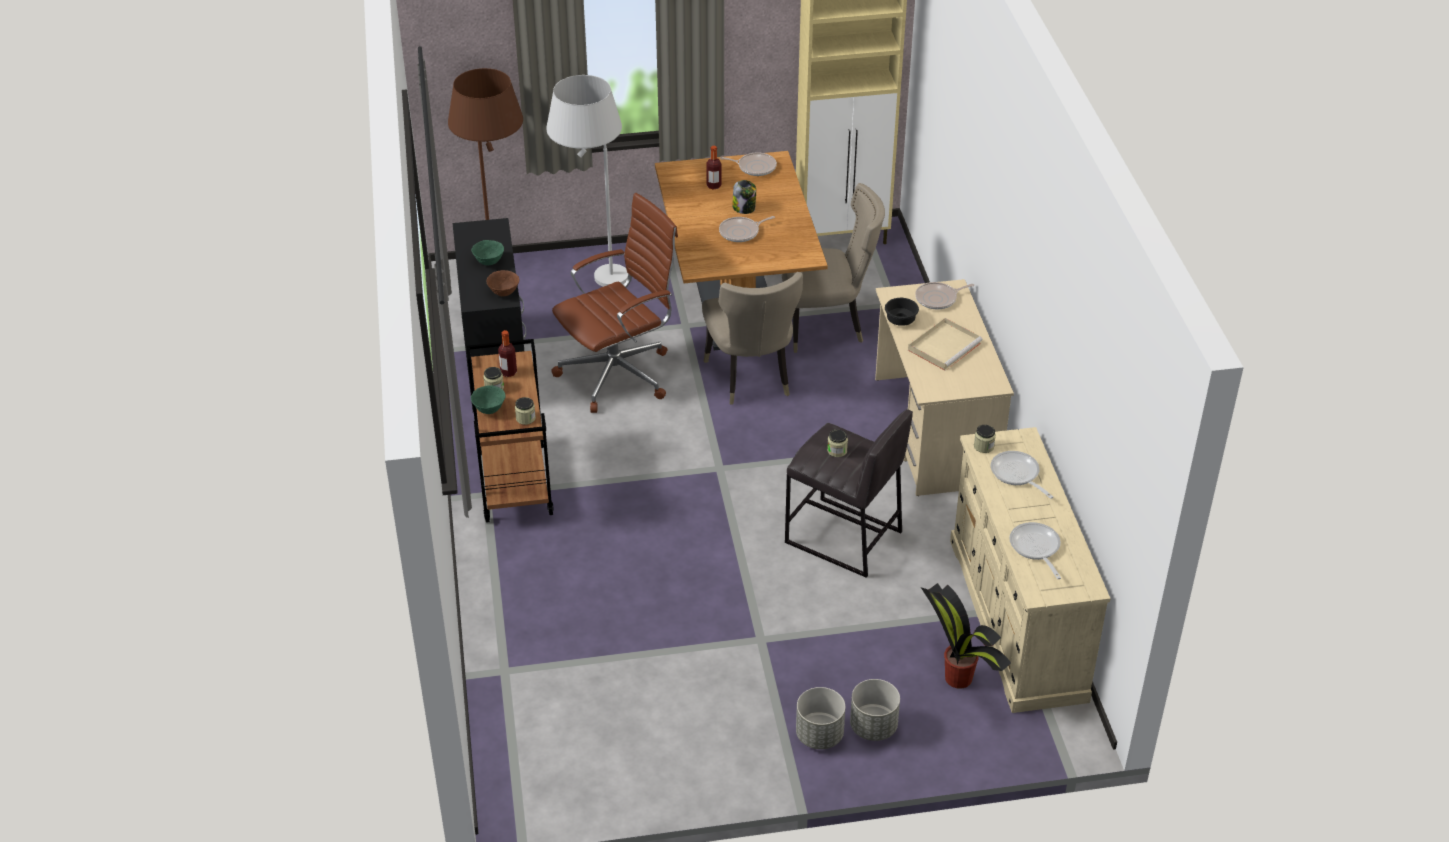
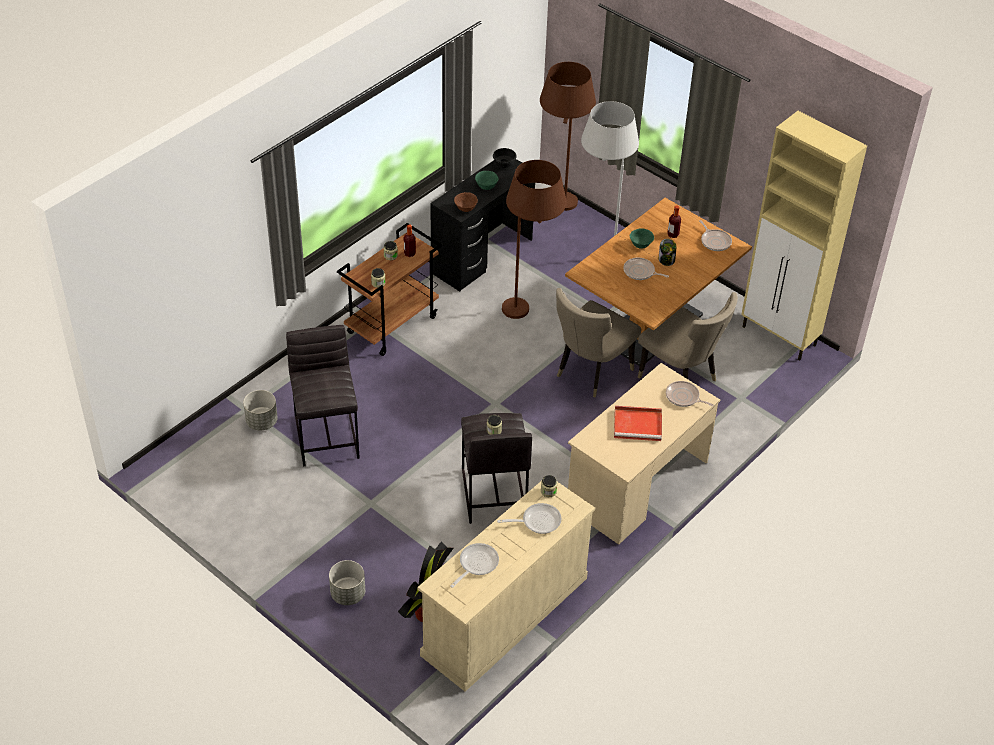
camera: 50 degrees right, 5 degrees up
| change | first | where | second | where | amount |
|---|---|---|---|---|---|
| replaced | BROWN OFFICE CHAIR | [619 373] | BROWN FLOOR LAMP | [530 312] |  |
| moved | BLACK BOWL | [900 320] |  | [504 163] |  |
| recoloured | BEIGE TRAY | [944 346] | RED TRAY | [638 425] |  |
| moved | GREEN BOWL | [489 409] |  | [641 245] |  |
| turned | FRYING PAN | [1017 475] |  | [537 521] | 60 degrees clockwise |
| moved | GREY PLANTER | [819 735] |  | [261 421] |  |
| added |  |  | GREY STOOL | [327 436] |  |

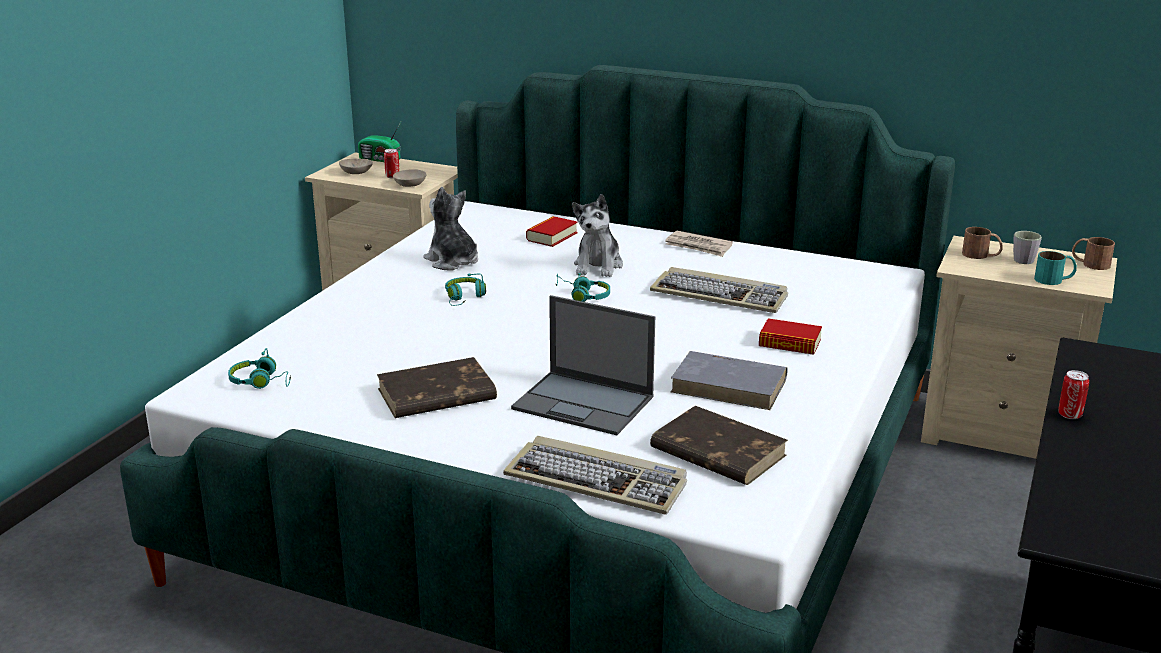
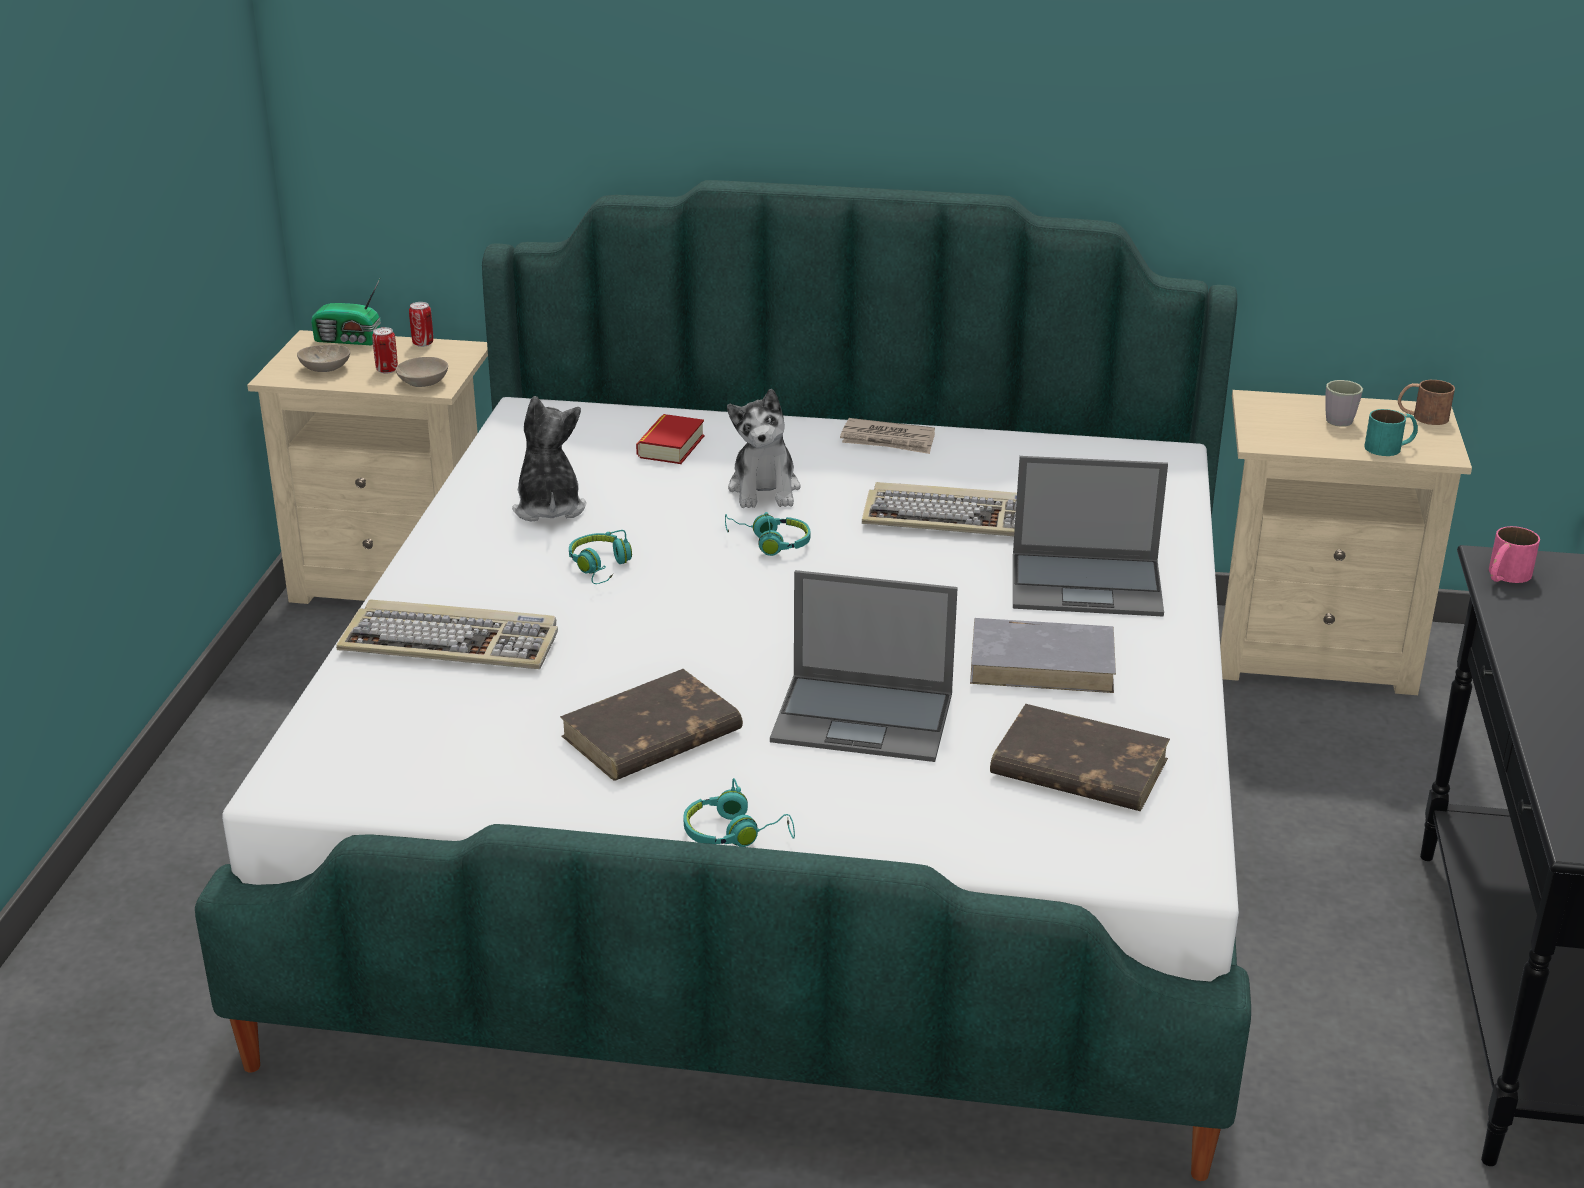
camera: 15 degrees left, 5 degrees up
| change | first | where | second | where | amount |
|---|---|---|---|---|---|
| turned | PLUSH TOY | [452 262] |  | [548 507] | 45 degrees clockwise |
| removed | BROWN MUG | [981 255] |  |  |  |
| replaced | BOOK | [789 343] | LAPTOP | [1088 584] |  |
| moved | TURQUOISE HEADPHONES | [261 382] |  | [736 833] |  |
| moved | CAN | [1069 415] |  | [423 343] |  |
| moved | KEYBOARD | [598 480] |  | [452 642] |  |
| added |  |  | PINK MUG | [1505 576] |  |

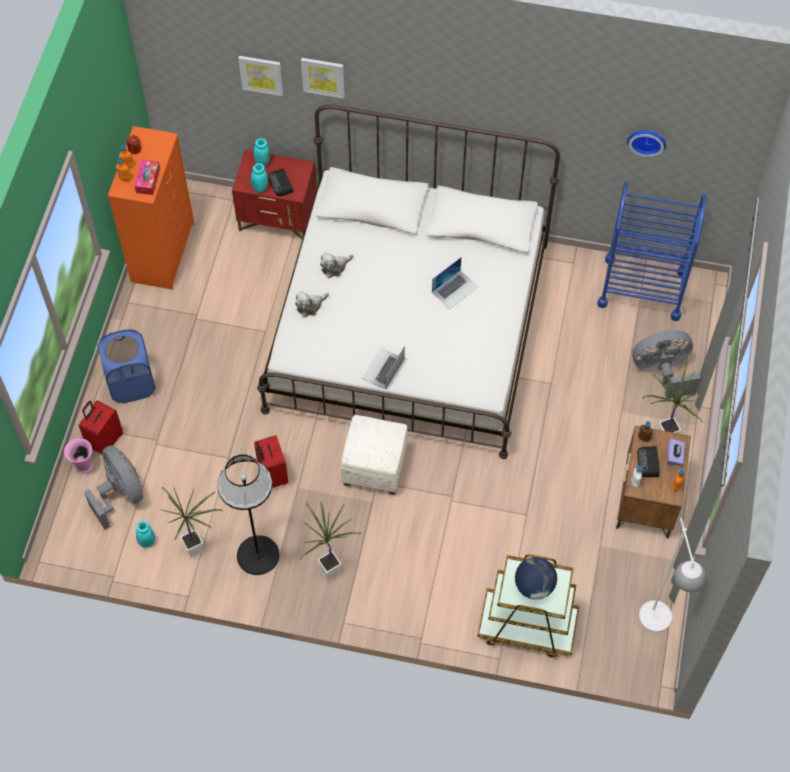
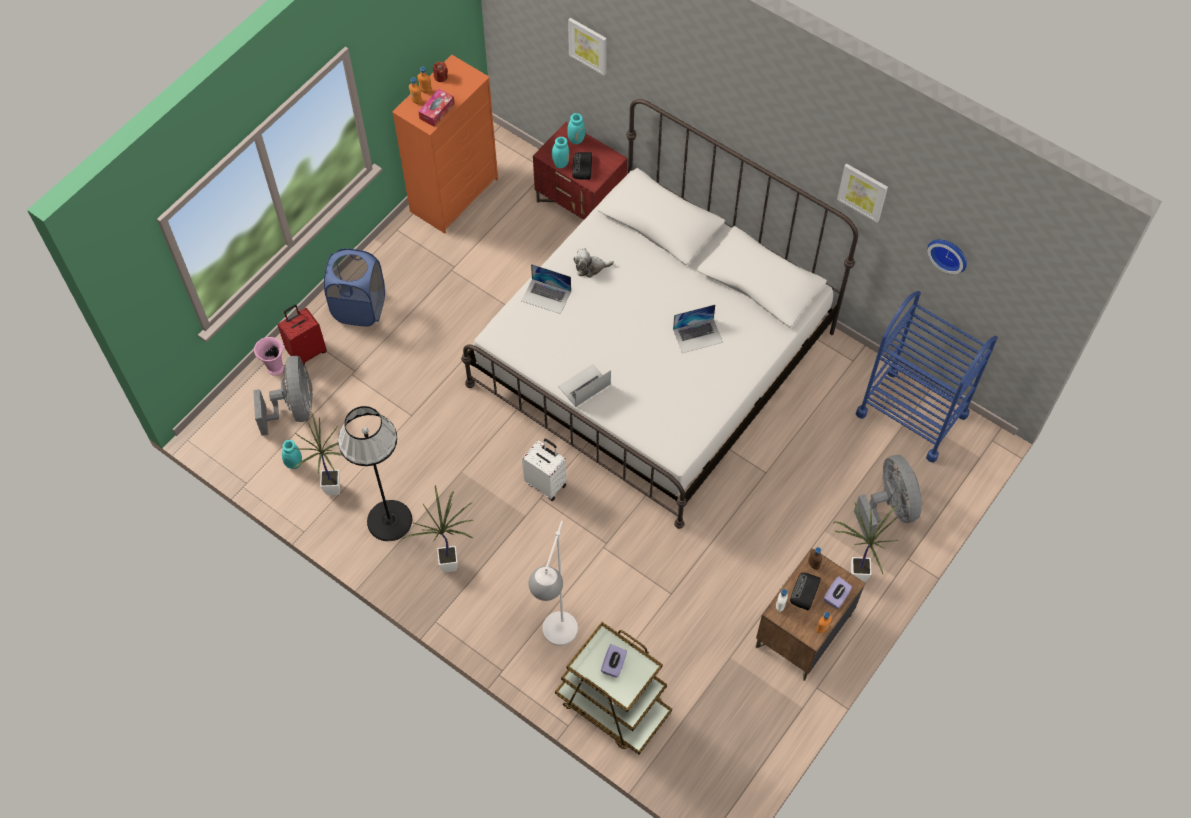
camera: 25 degrees right, 0 degrees up
| change | first | where | second | where | amount |
|---|---|---|---|---|---|
| moved | PICTURE | [323 77] |  | [863 192] |  |
| replaced | PLUSH TOY | [310 306] | LAPTOP | [546 296] |  |
| turned | GREY FAN | [662 372] |  | [888 508] | 60 degrees clockwise |
| replaced | WHITE OTTOMAN | [375 467] | WHITE SUITCASE | [546 483] |  |
| removed | RED SUITCASE | [272 475] |  |  |  |
| moved | WHITE FLOOR LAMP | [658 628] |  | [556 641] |  |
| replaced | GLOBE | [534 586] | PURPLE TISSUE BOX | [614 665] |  |

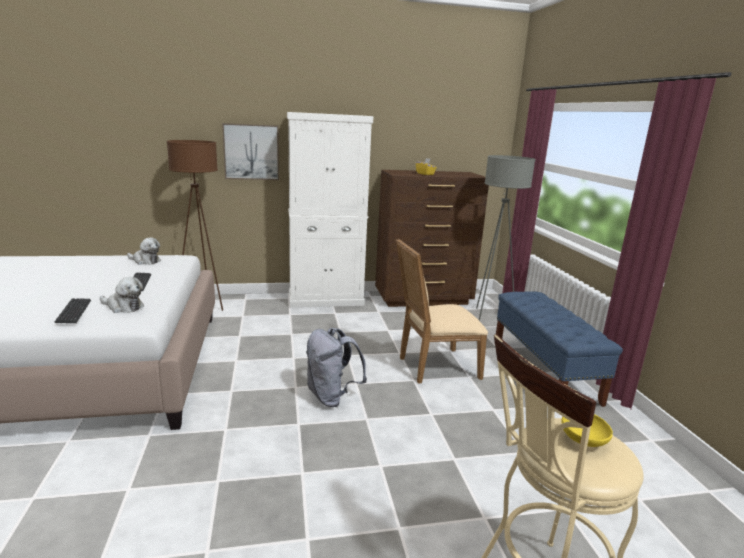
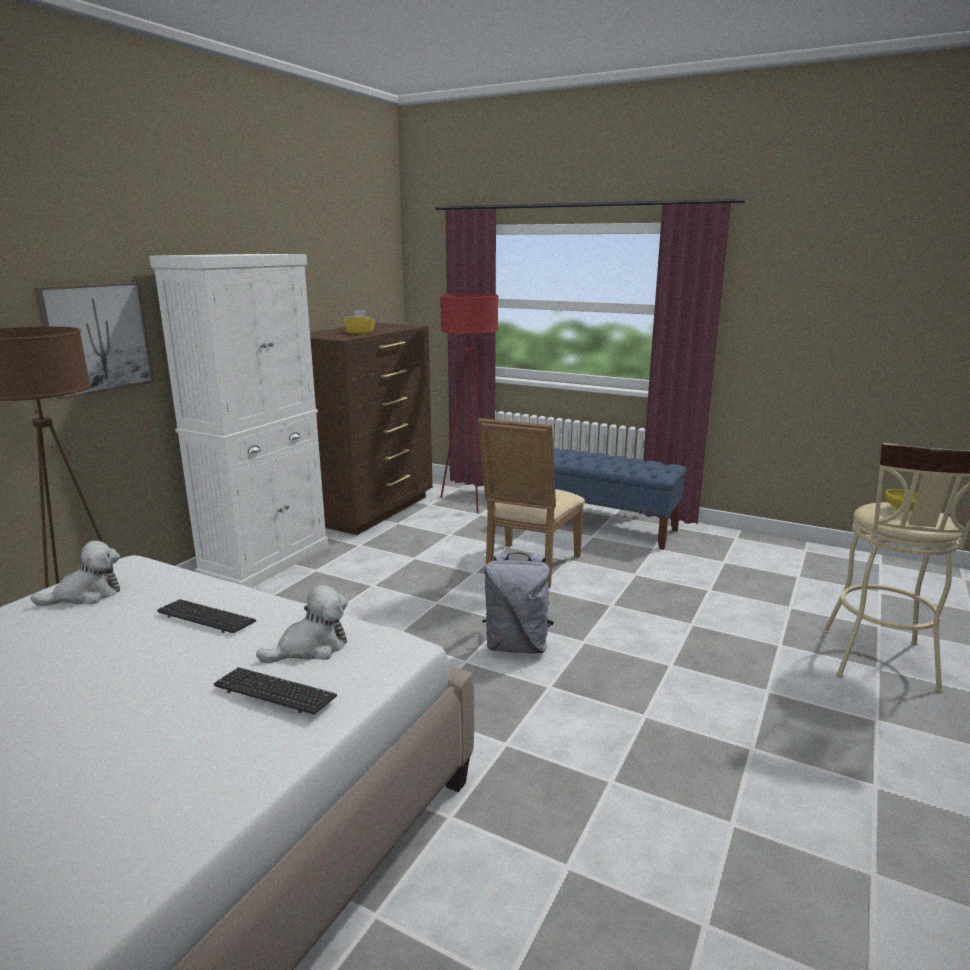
camera: 50 degrees left, 0 degrees up
| change | first | where | second | where | amount |
|---|---|---|---|---|---|
| recoloured | GREY FLOOR LAMP | [489 318] | RED FLOOR LAMP | [470 502] |  |

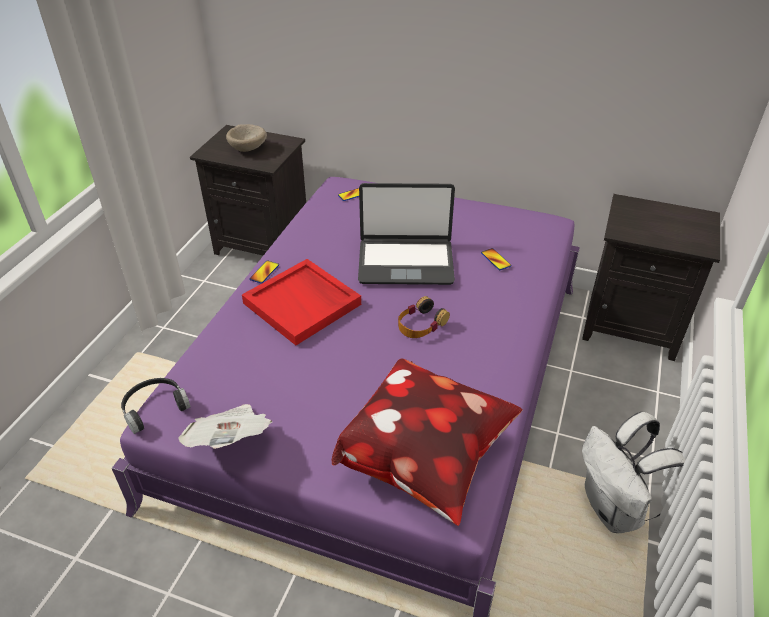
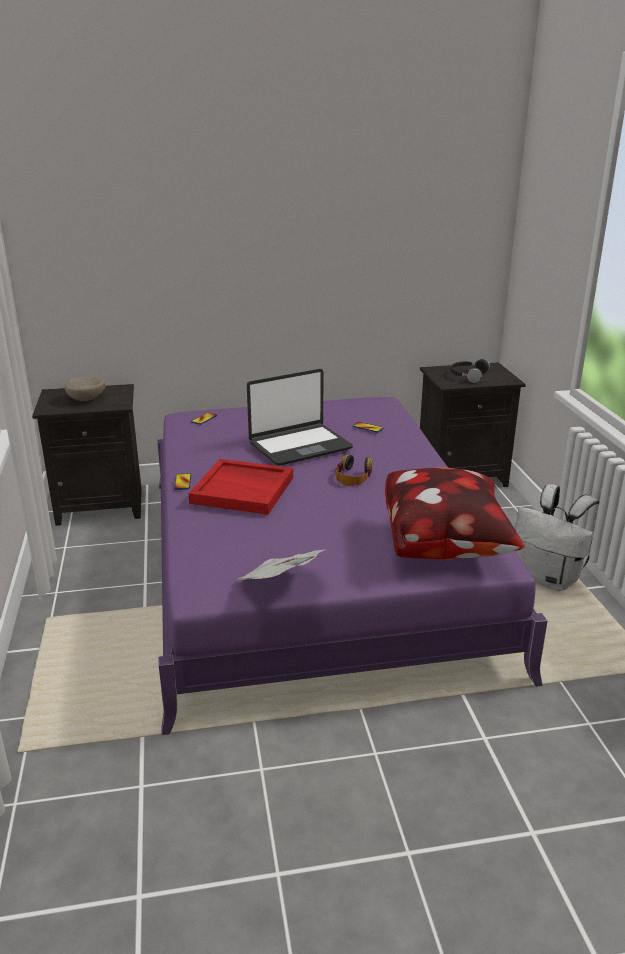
camera: 30 degrees left, 15 degrees down
| change | first | where | second | where | amount |
|---|---|---|---|---|---|
| moved | BLACK HEADPHONES | [154 407] |  | [467 375] |  |

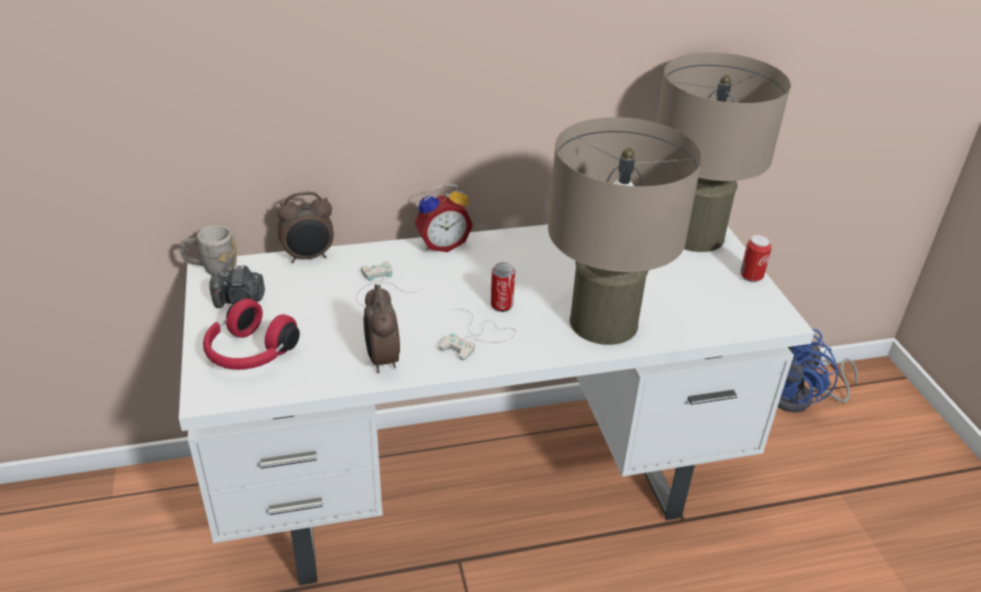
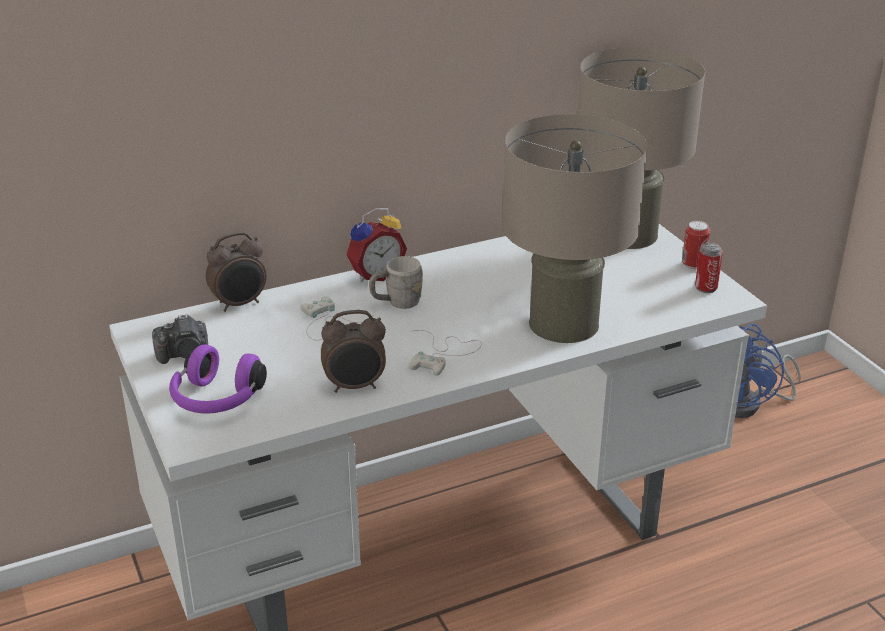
camera: 10 degrees left, 5 degrees down
| change | first | where | second | where | amount |
|---|---|---|---|---|---|
| moved | GREY MUG | [212 268] |  | [397 303] |  |
| moved | CAN | [501 305] |  | [706 288] |  |
| turned | ALARM CLOCK | [381 360] |  | [355 386] | 75 degrees counterclockwise |
| recoloured | RED HEADPHONES | [249 353] | PURPLE HEADPHONES | [216 400] |  |

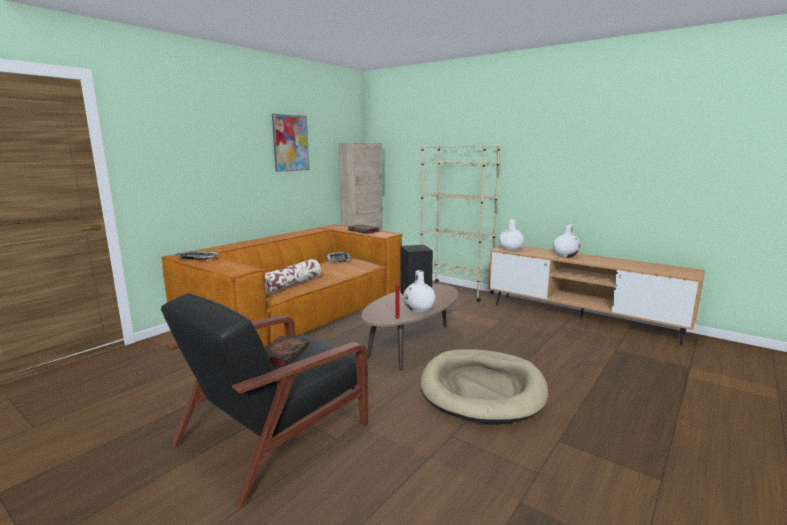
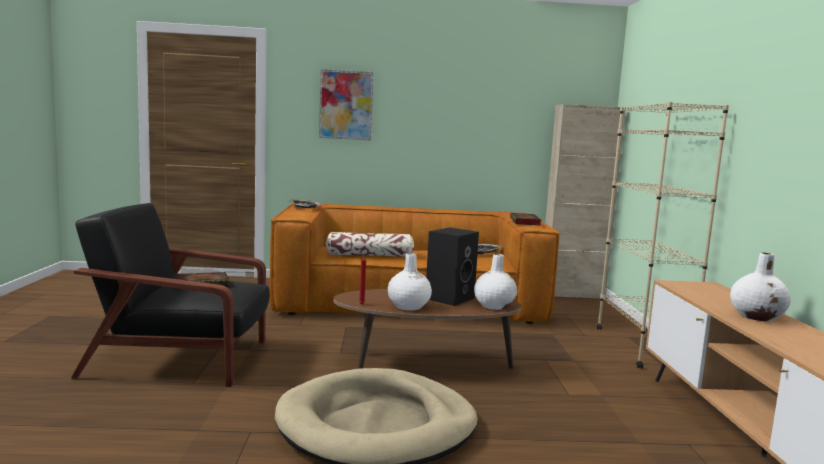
camera: 50 degrees right, 5 degrees down
| change | first | where | second | where | amount |
|---|---|---|---|---|---|
| moved | PICTURE | [290 143] |  | [346 105] |  |
| moved | WHITE VASE | [510 249] |  | [494 306] |  |

